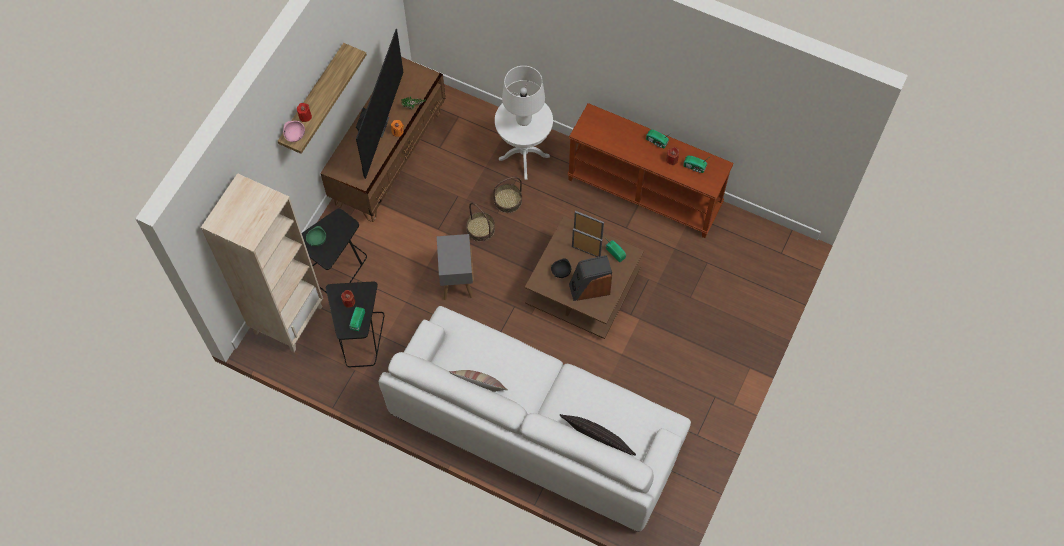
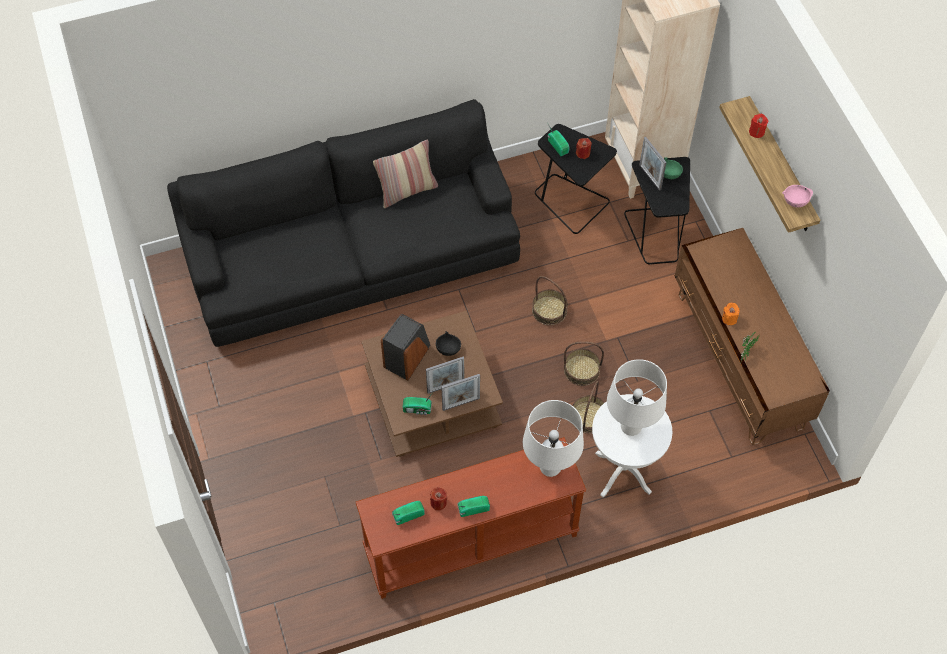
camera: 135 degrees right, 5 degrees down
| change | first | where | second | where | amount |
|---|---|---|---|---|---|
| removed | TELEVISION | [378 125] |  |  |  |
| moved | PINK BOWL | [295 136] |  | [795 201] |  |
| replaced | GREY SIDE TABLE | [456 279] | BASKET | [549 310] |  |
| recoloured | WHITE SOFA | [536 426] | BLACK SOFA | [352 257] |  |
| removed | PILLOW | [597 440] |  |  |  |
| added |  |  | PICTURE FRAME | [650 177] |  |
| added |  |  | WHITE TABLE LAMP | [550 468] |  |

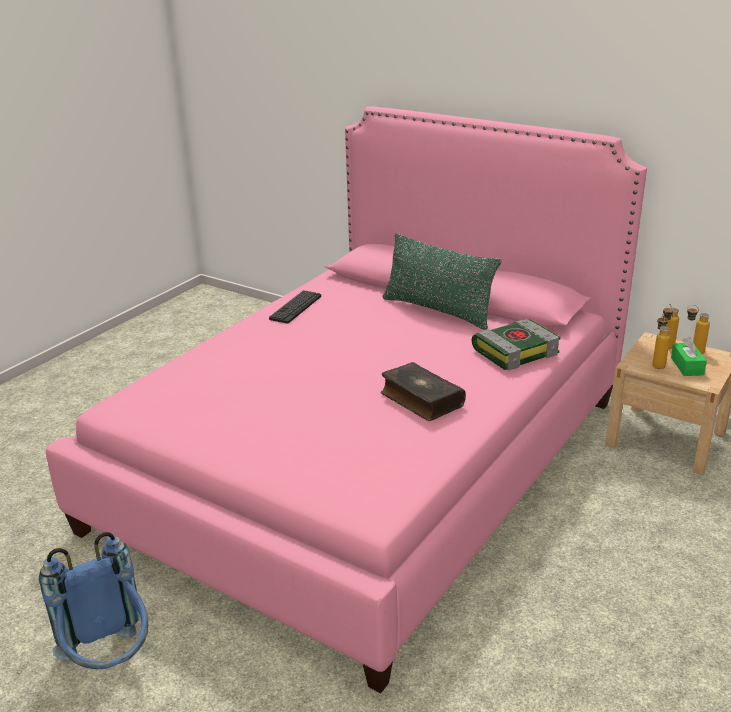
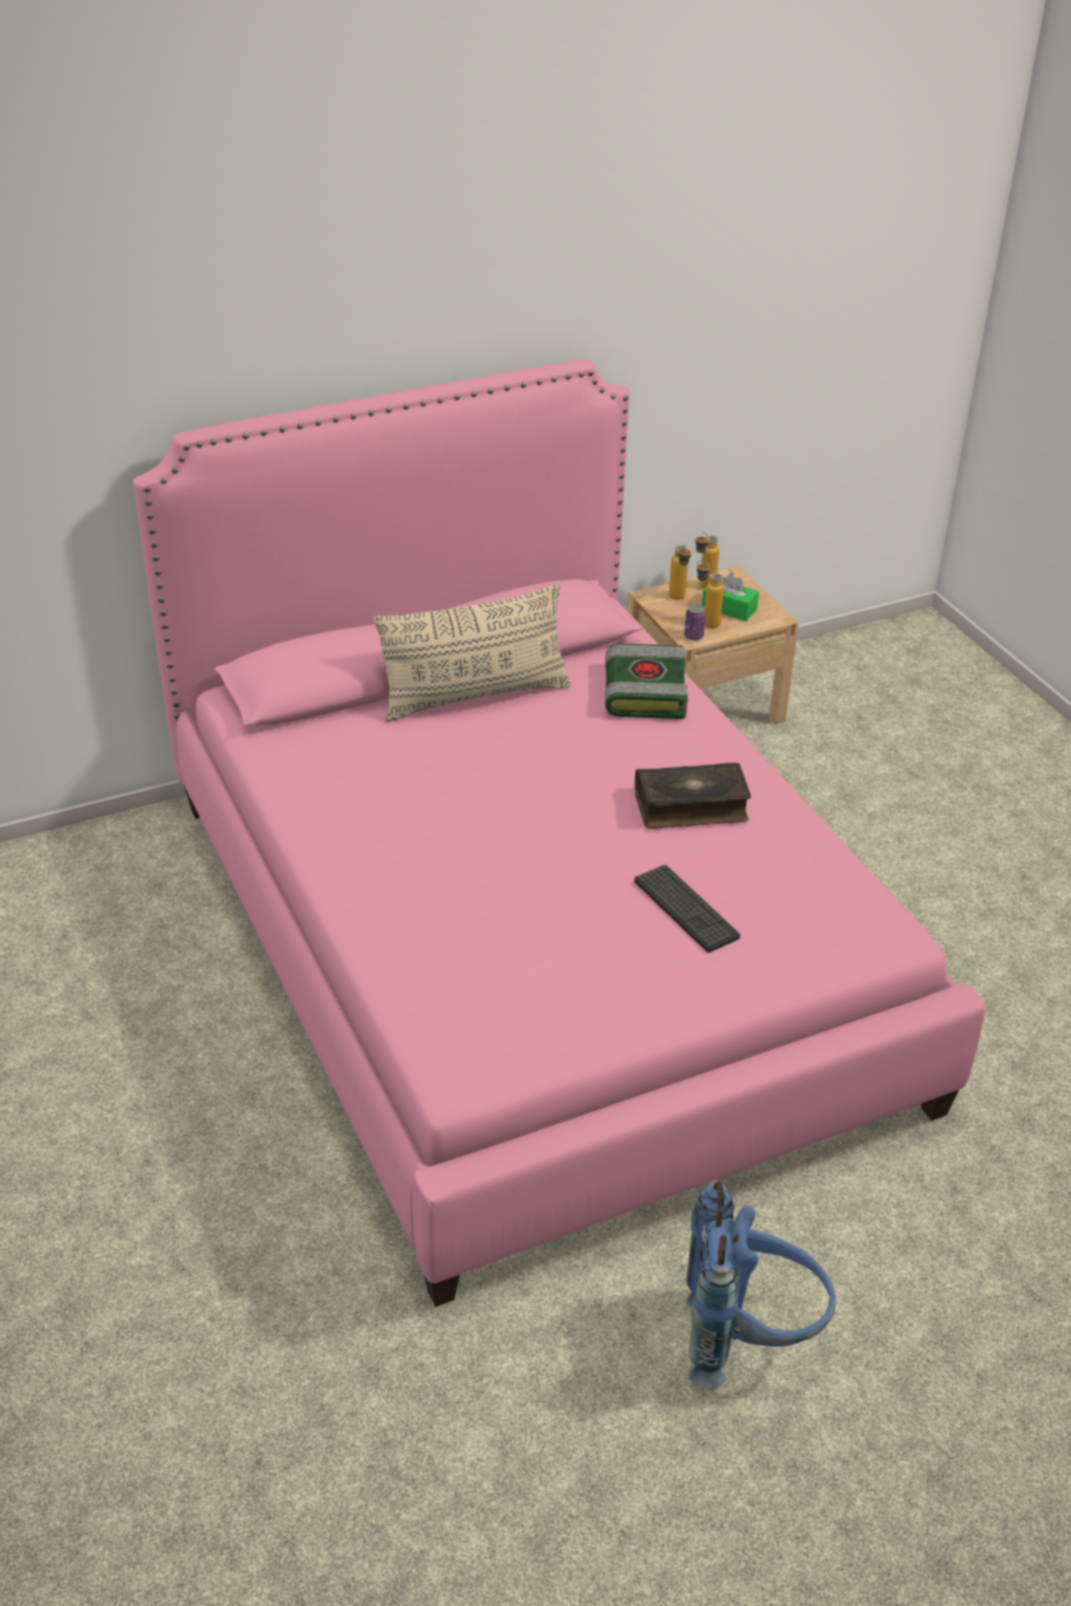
camera: 60 degrees left, 10 degrees up
| change | first | where | second | where | amount |
|---|---|---|---|---|---|
| recoloured | GREEN PILLOW | [438 310] | BEIGE PILLOW | [475 696] |  |
| moved | KEYBOARD | [295 307] |  | [686 909] |  |
| added |  |  | CAN | [693 636] |  |

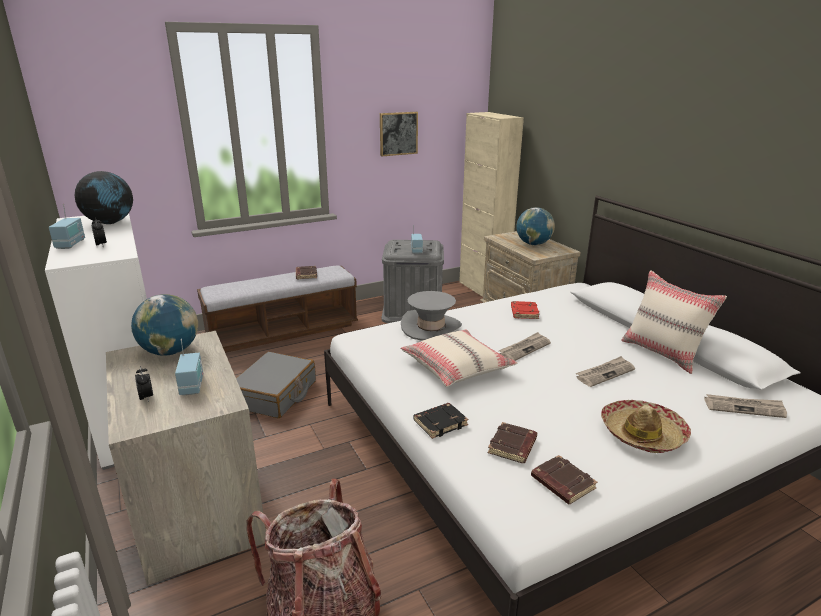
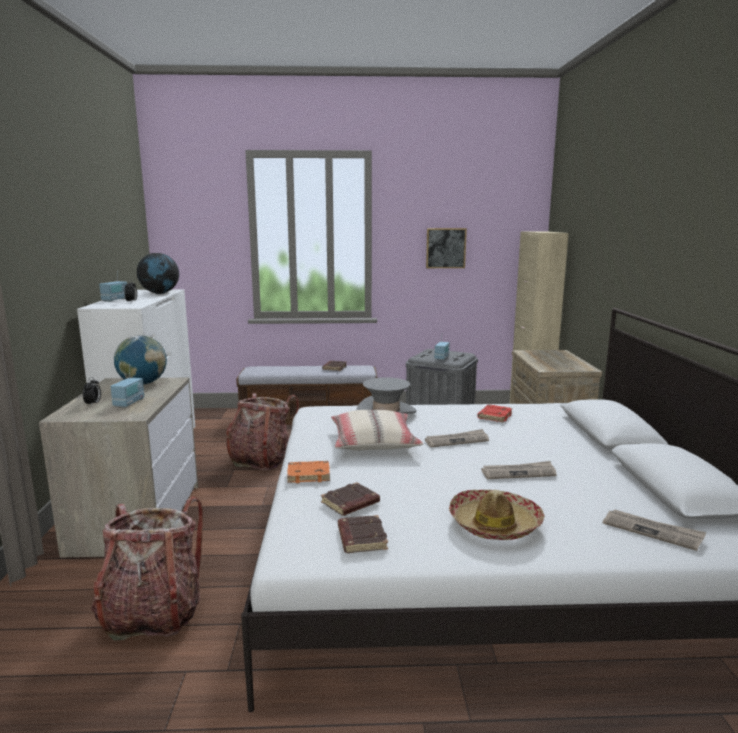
camera: 25 degrees right, 10 degrees down
| change | first | where | second | where | amount |
|---|---|---|---|---|---|
| removed | GLOBE | [533 244] |  |  |  |
| removed | BEIGE PILLOW | [662 353] |  |  |  |
| replaced | GREY SUITCASE | [275 394] | BACKPACK | [261 460] |  |
| recoloured | BLACK BOOK | [440 423] | ORANGE BOOK | [309 475] |  |

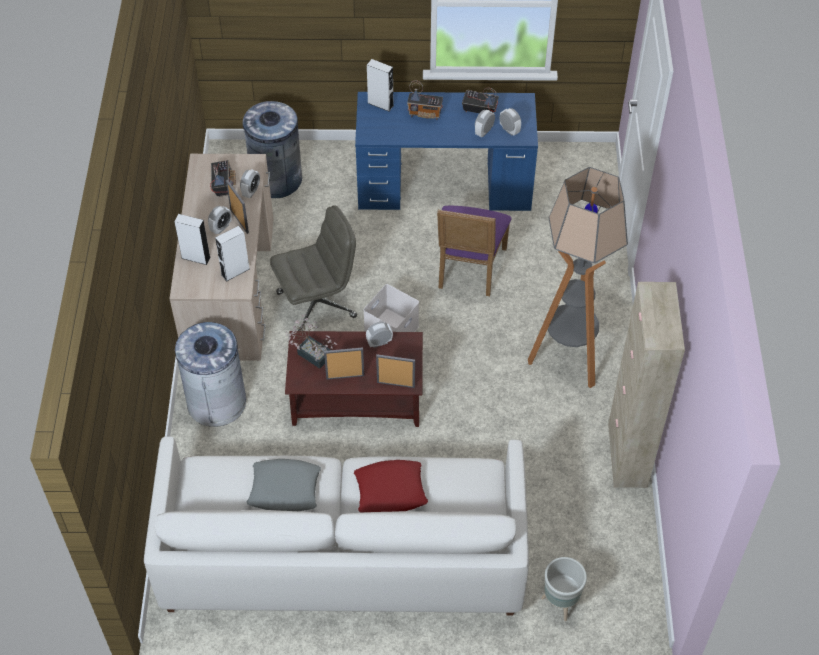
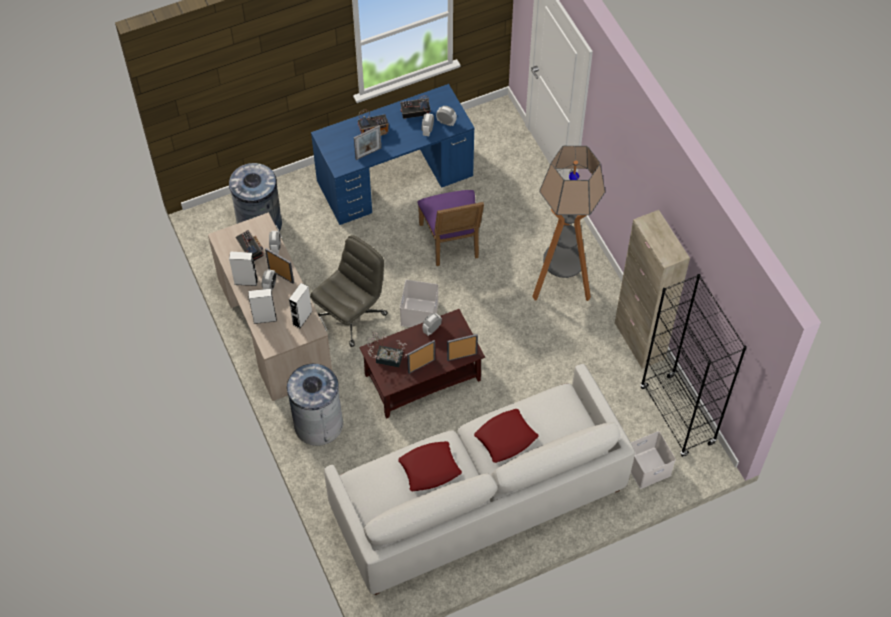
camera: 25 degrees left, 5 degrees up
| change | first | where | second | where | amount |
|---|---|---|---|---|---|
| moved | WHITE SPEAKER | [380 104] |  | [246 281] |  |
| recoloured | GREY PILLOW | [284 489] | RED PILLOW | [429 469] |  |
| replaced | GREY PLANTER | [559 603] | WHITE STORAGE BOX | [647 468] |  |
| added |  |  | PICTURE FRAME | [368 153] |  |
| added |  |  | BLACK BOOKCASE | [677 416] |  |

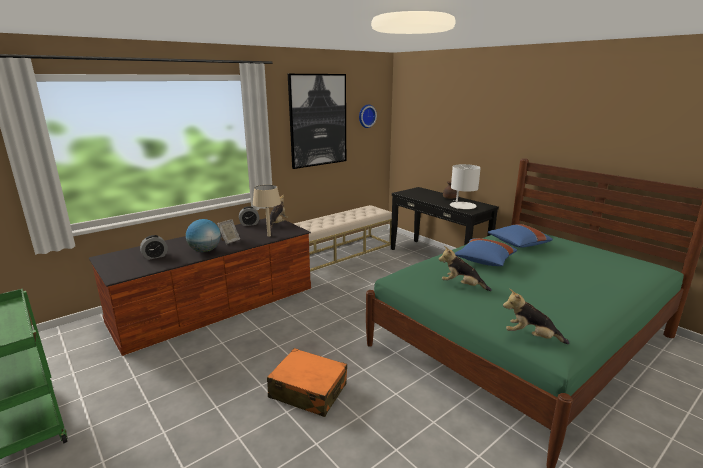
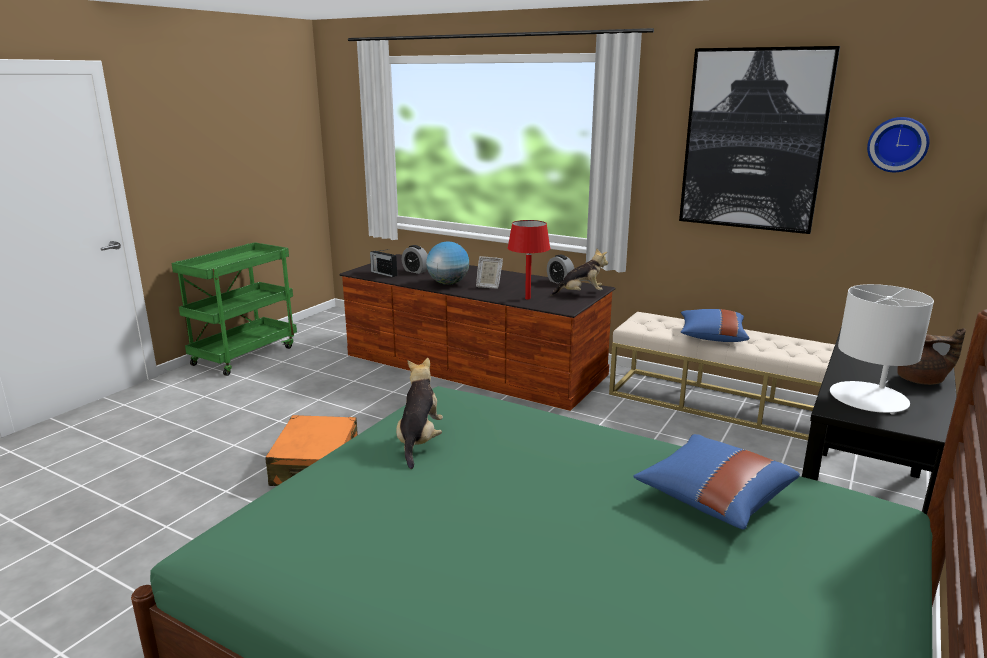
camera: 70 degrees right, 0 degrees up
| change | first | where | second | where | amount |
|---|---|---|---|---|---|
| recoloured | BEIGE TABLE LAMP | [269 236] | RED TABLE LAMP | [527 298] |  |
| moved | BLUE PILLOW | [484 261] |  | [711 337] |  |
| removed | PLUSH TOY | [531 337] |  |  |  |
| added |  |  | RADIO | [383 273] |  |

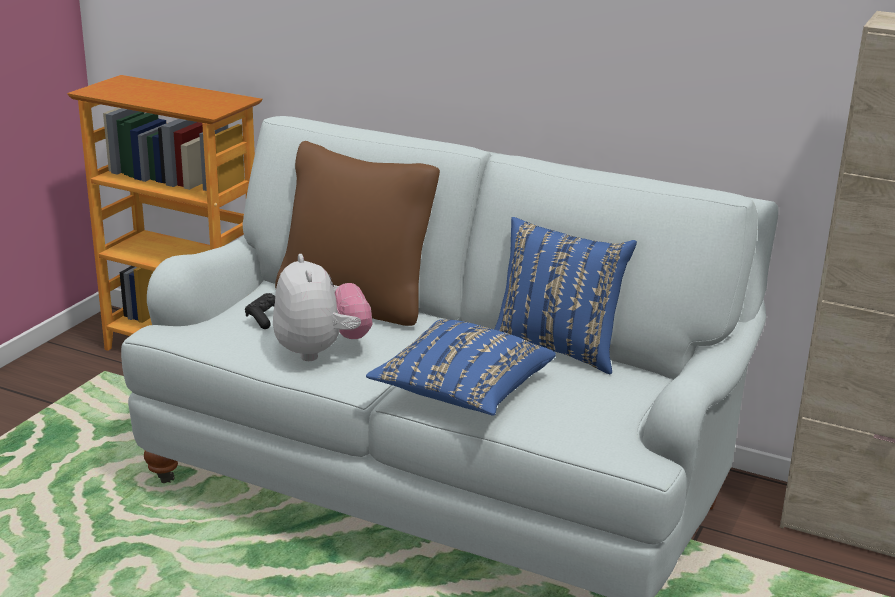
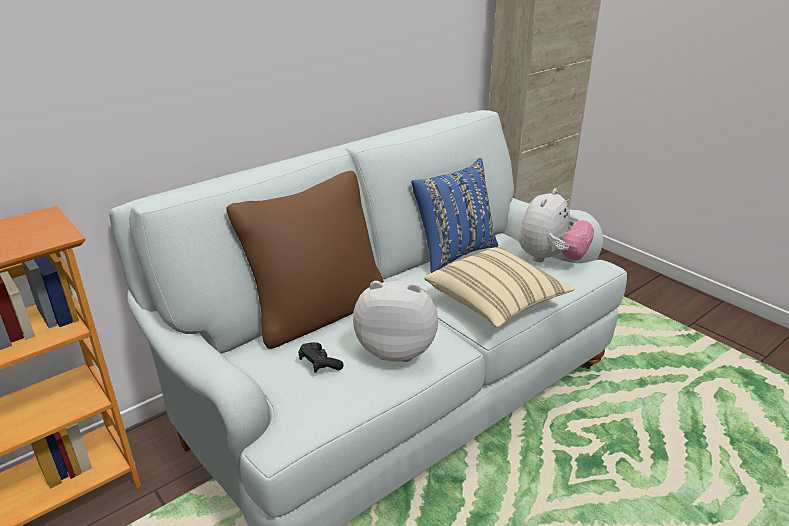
camera: 65 degrees left, 5 degrees up
| change | first | where | second | where | amount |
|---|---|---|---|---|---|
| recoloured | BLUE PILLOW | [462 391] | BEIGE PILLOW | [495 302] |  |
| added |  |  | PLUSH TOY | [550 259] |  |

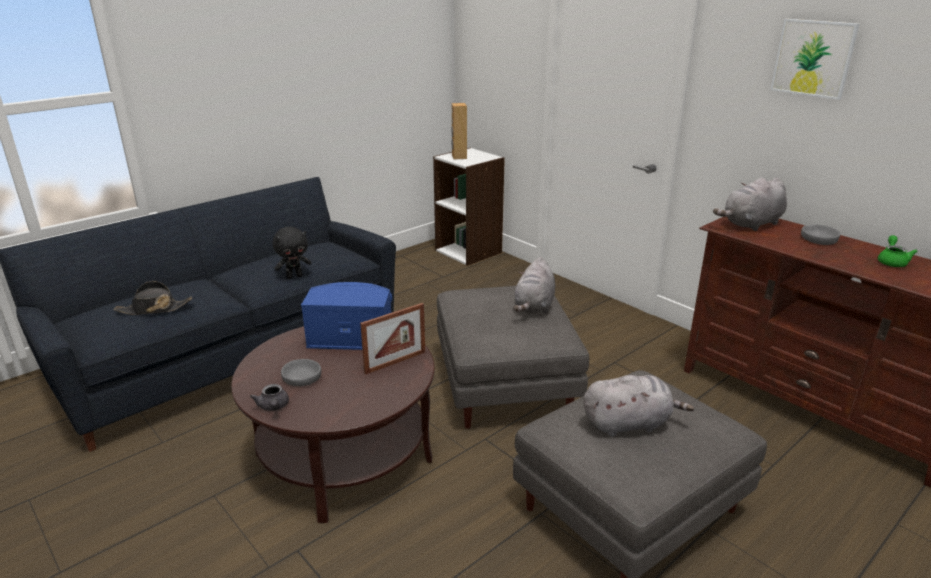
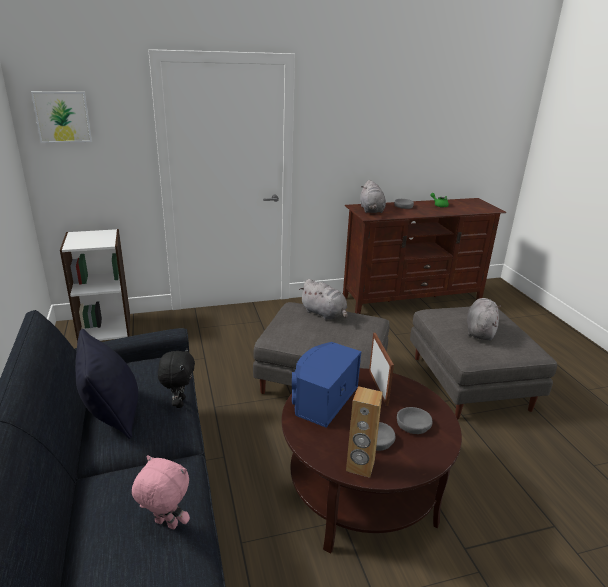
camera: 65 degrees left, 0 degrees up
| change | first | where | second | where | amount |
|---|---|---|---|---|---|
| moved | PICTURE | [813 58] |  | [62 117] |  |
| moved | BROWN SPEAKER | [459 157] |  | [360 466] |  |
| replaced | BLACK HAT | [154 309] | PINK PLUSH TOY | [165 524] |  |
| removed | GREY TEAPOT | [273 407] |  |  |  |
| added |  |  | BLACK PILLOW | [112 414] |  |
| added |  |  | GREY BOWL | [413 424] |  |

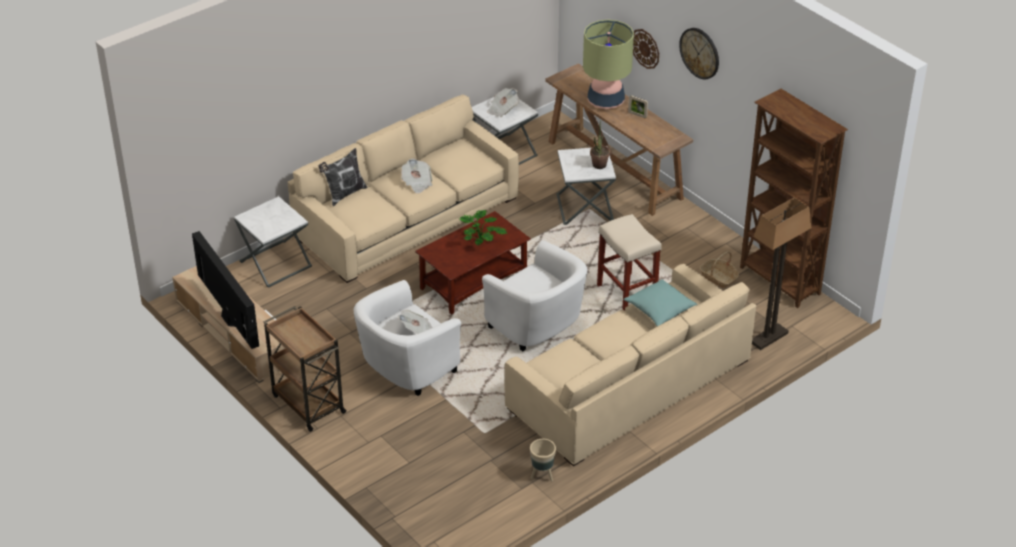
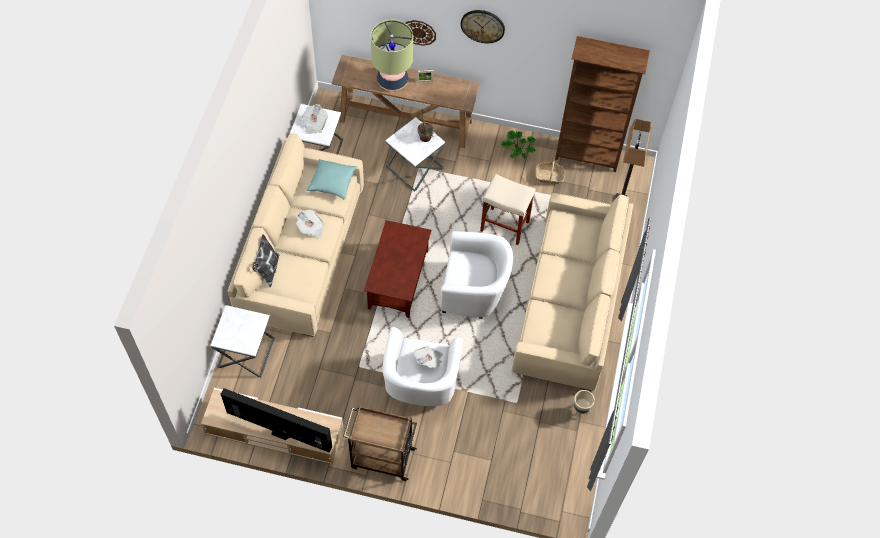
camera: 40 degrees left, 20 degrees up
| change | first | where | second | where | amount |
|---|---|---|---|---|---|
| moved | POTTED PLANT | [482 241] |  | [517 152] |  |
| moved | TURQUOISE PILLOW | [659 309] |  | [332 183] |  |

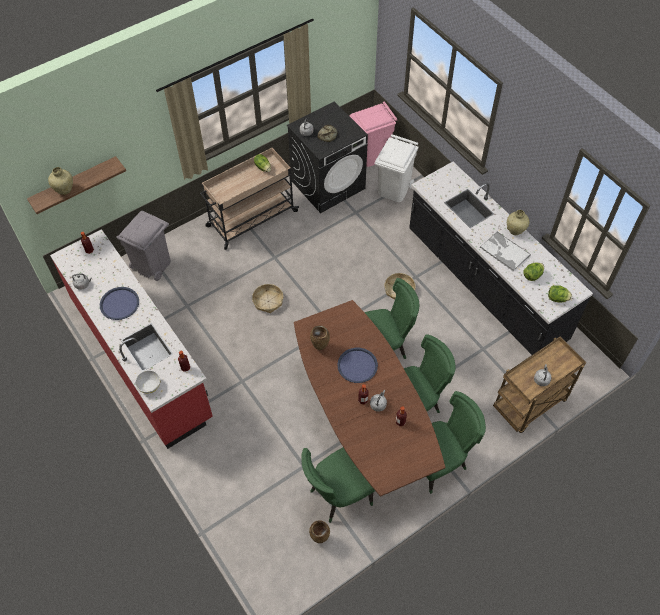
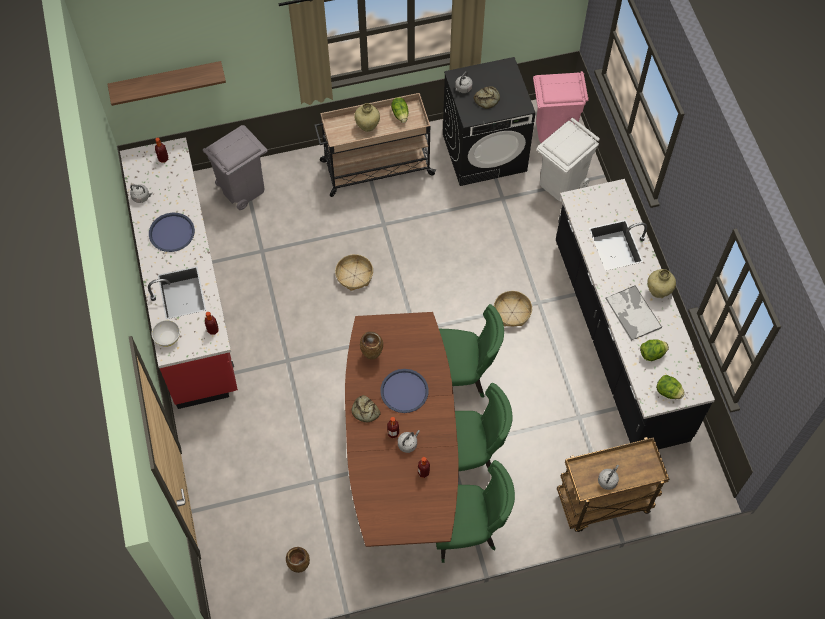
camera: 20 degrees right, 5 degrees up
| change | first | where | second | where | amount |
|---|---|---|---|---|---|
| moved | BEIGE VASE | [64 190] |  | [367 126] |  |
| removed | GREEN CHAIR | [337 496] |  |  |  |
| added |  |  | BREAD | [365 411] |  |

